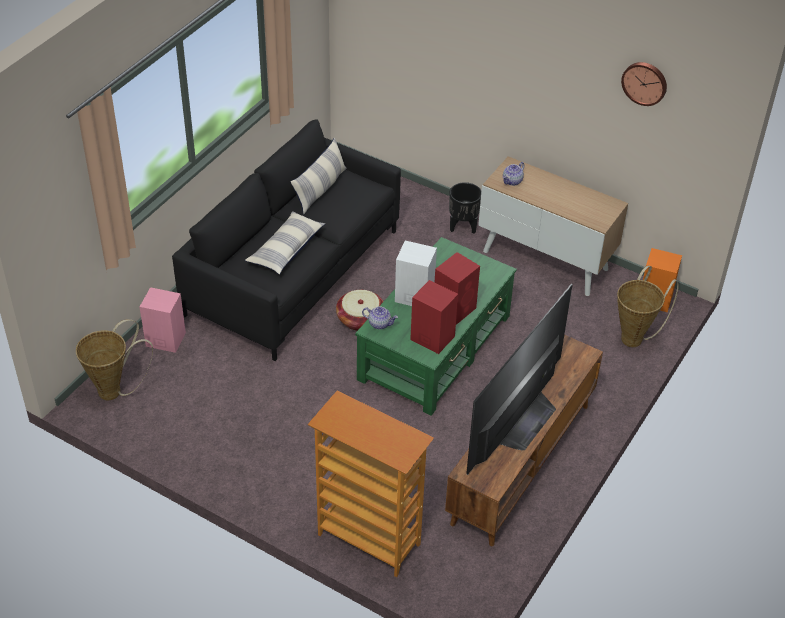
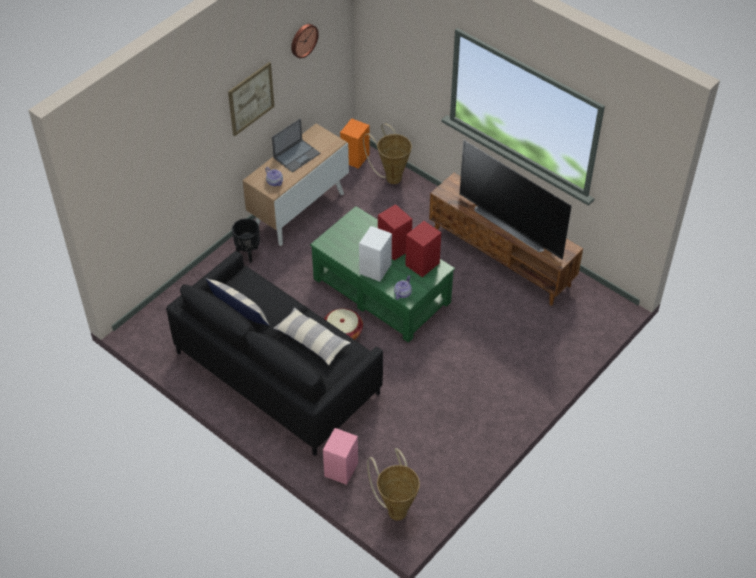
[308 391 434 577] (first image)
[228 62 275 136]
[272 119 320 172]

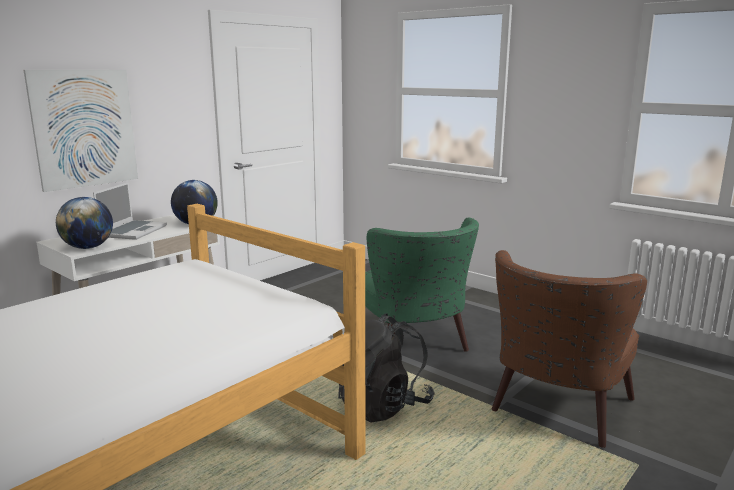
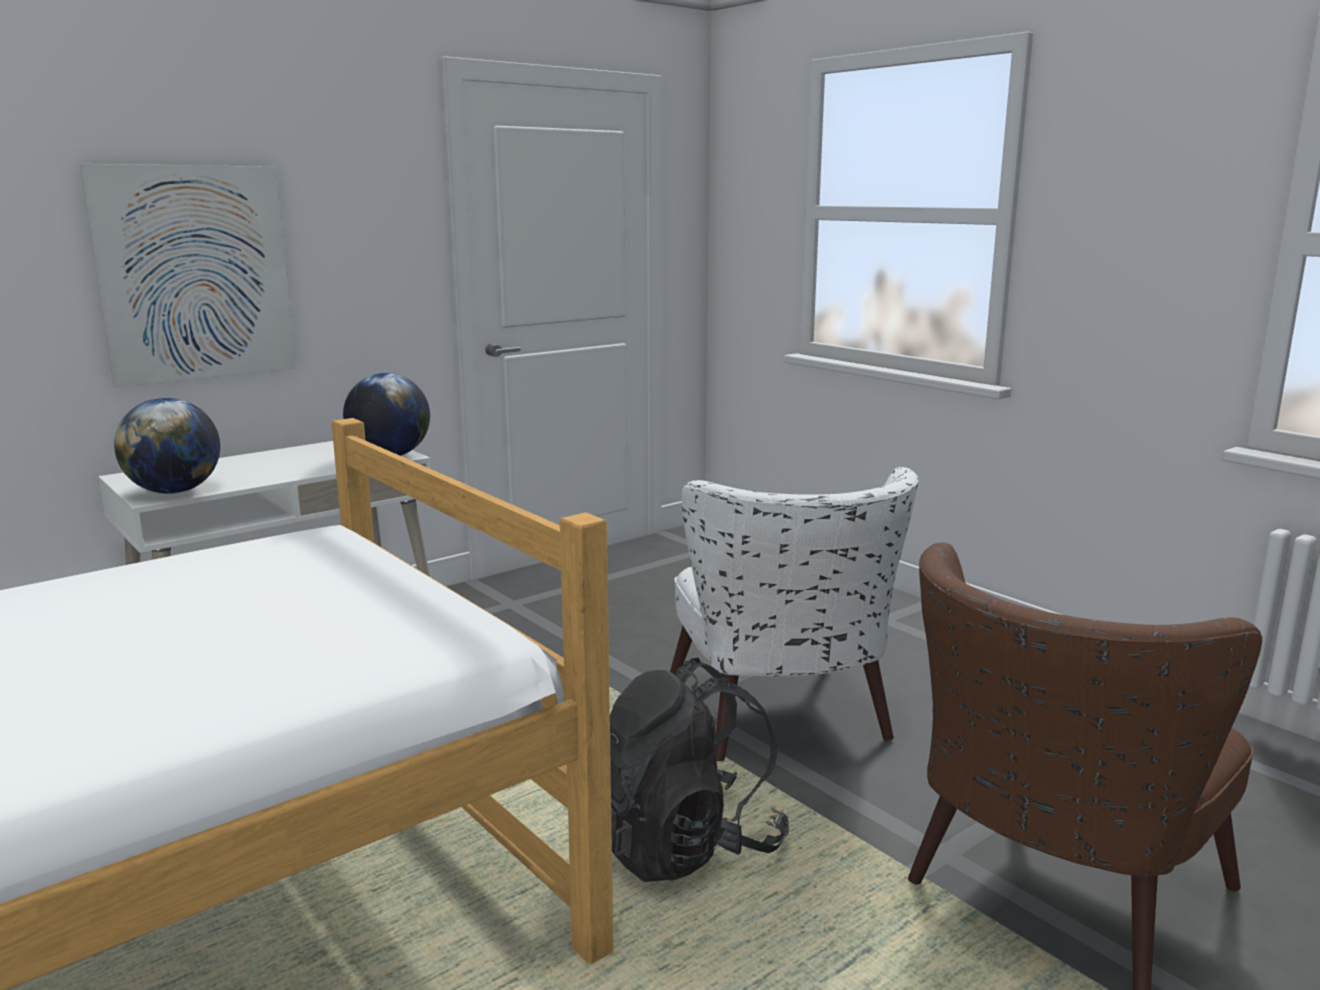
[93 182 167 240] (first image)
[670 467 919 761]

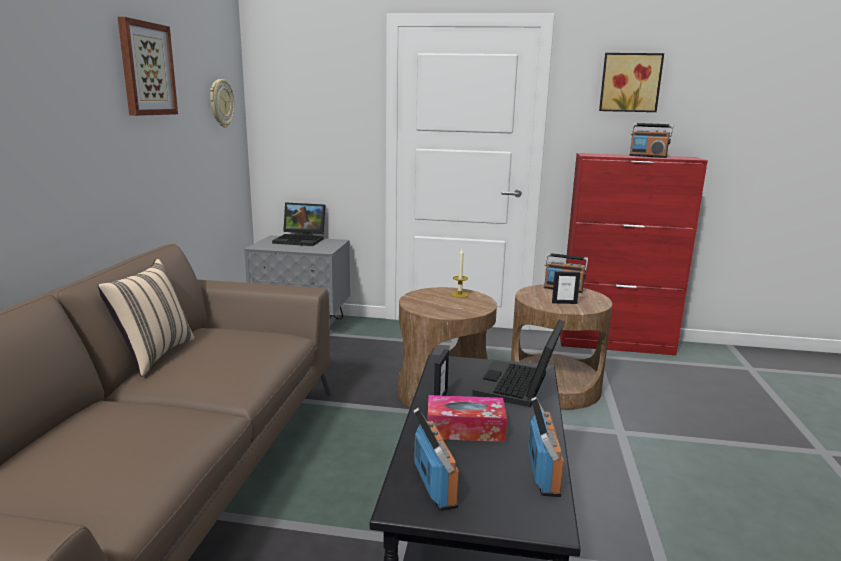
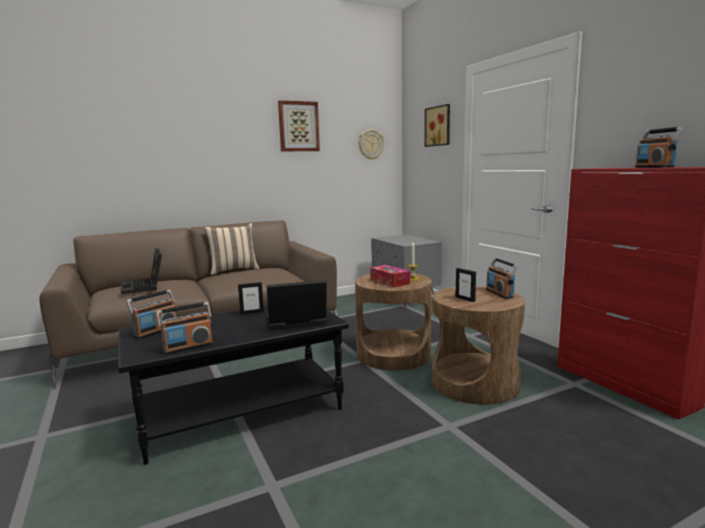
[121 248 162 294]
[370 265 410 287]
[425 104 450 147]

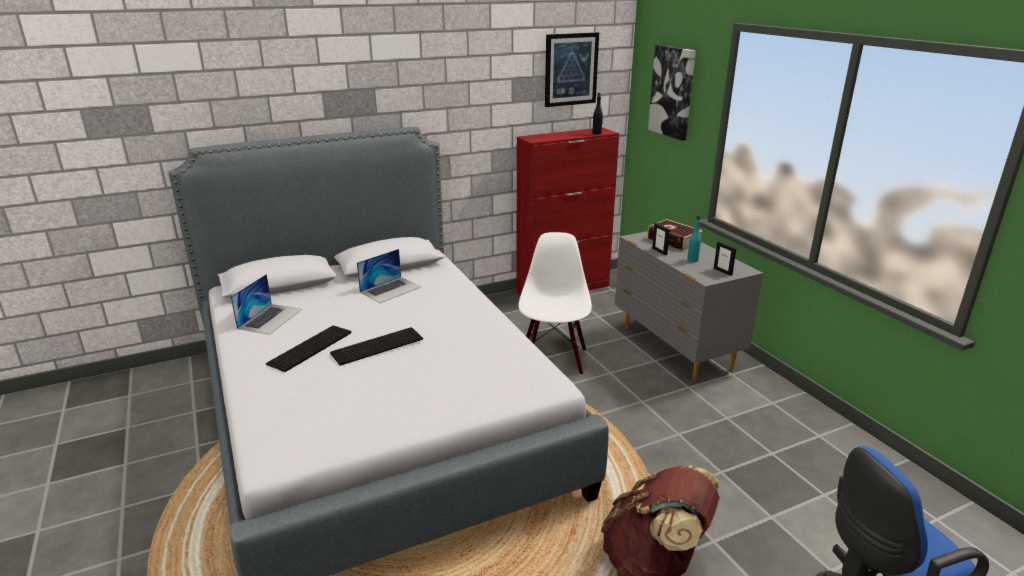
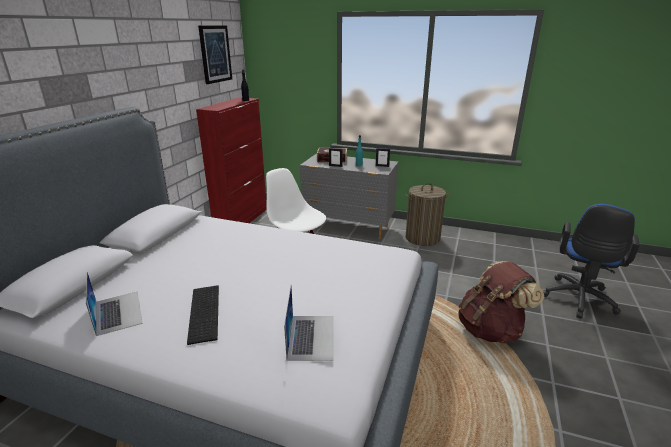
[330 327 423 366] (first image)
[648 45 696 141] (first image)
[405 183 449 246]
[284 286 334 361]

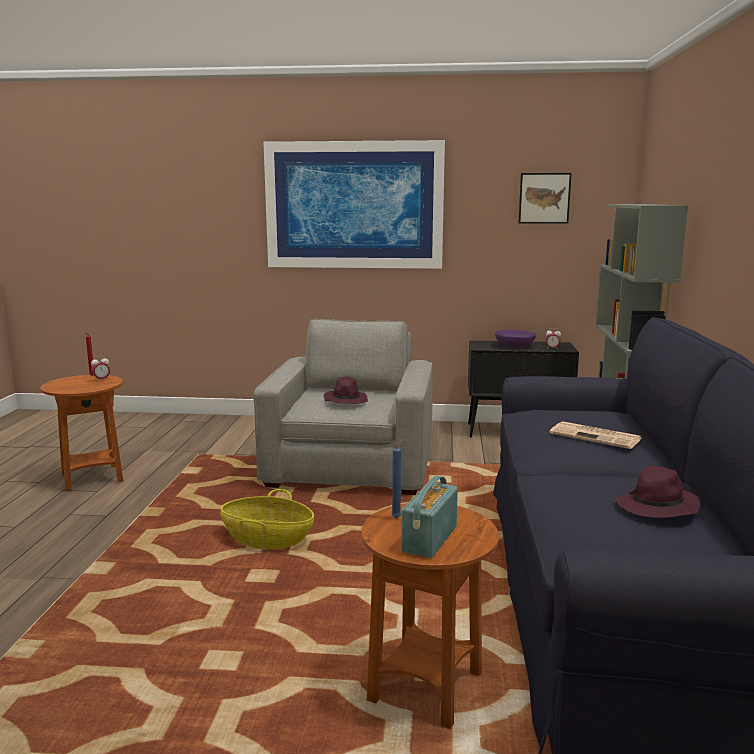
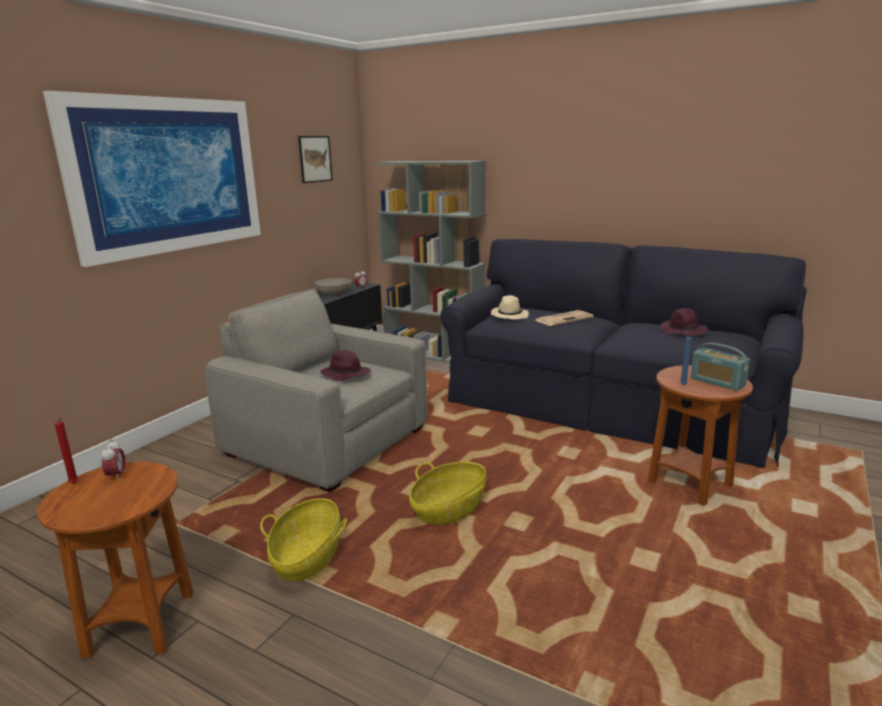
[260 498 347 581]
[491 295 529 319]
[315 278 351 295]

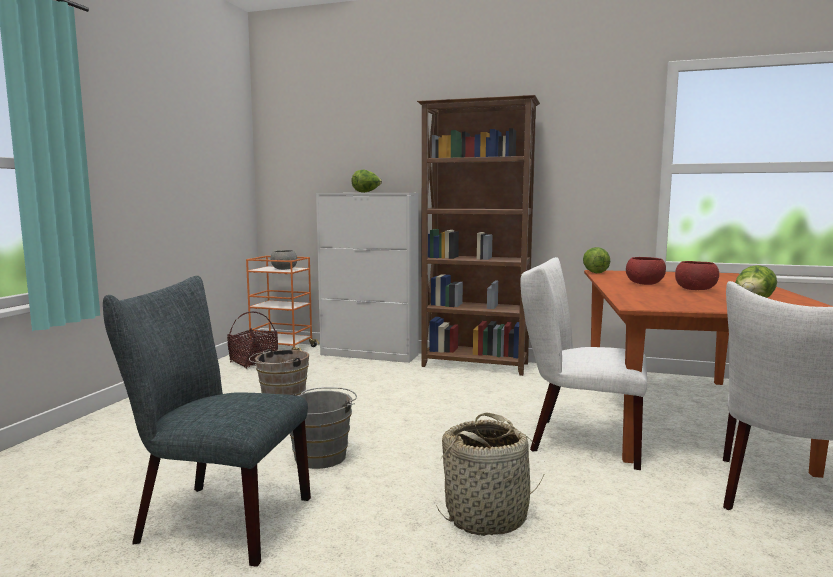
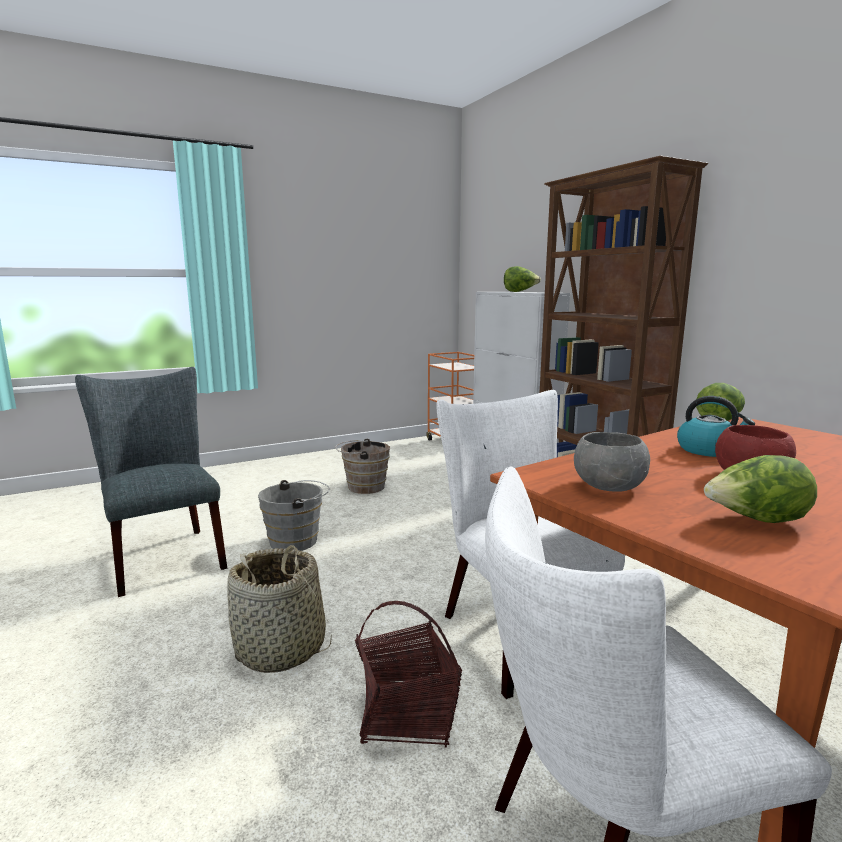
[355 601 462 748]
[574 432 650 492]
[677 396 755 457]

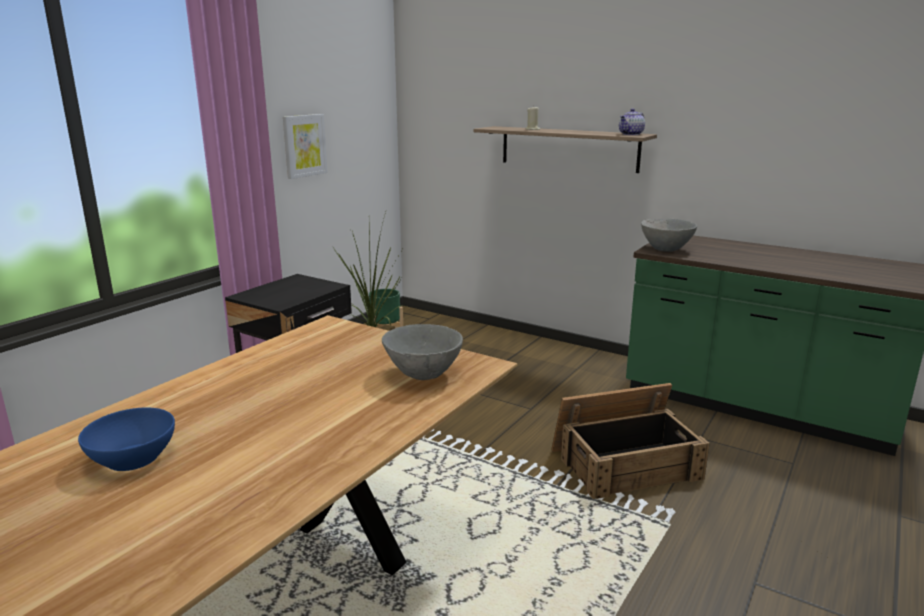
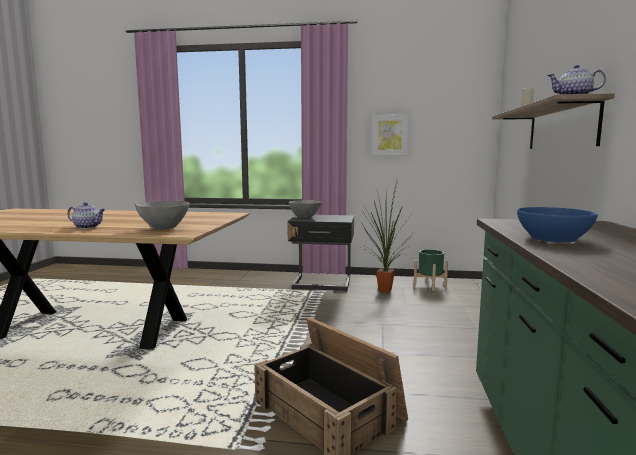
[67 202 105 229]
[517 207 598 242]
[289 200 321 218]

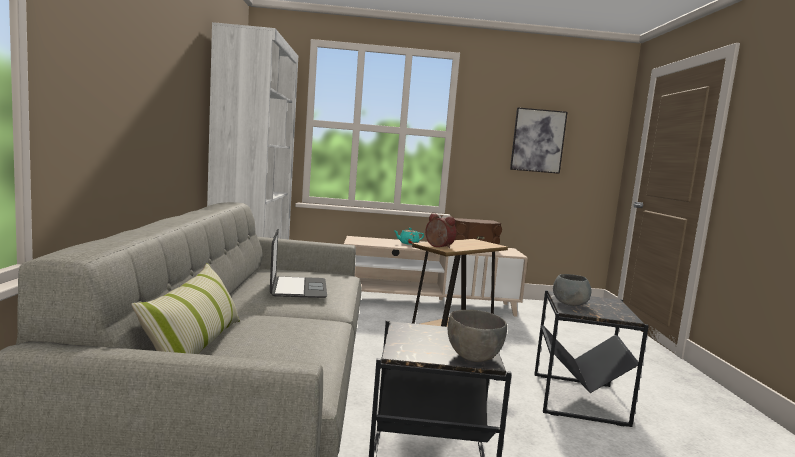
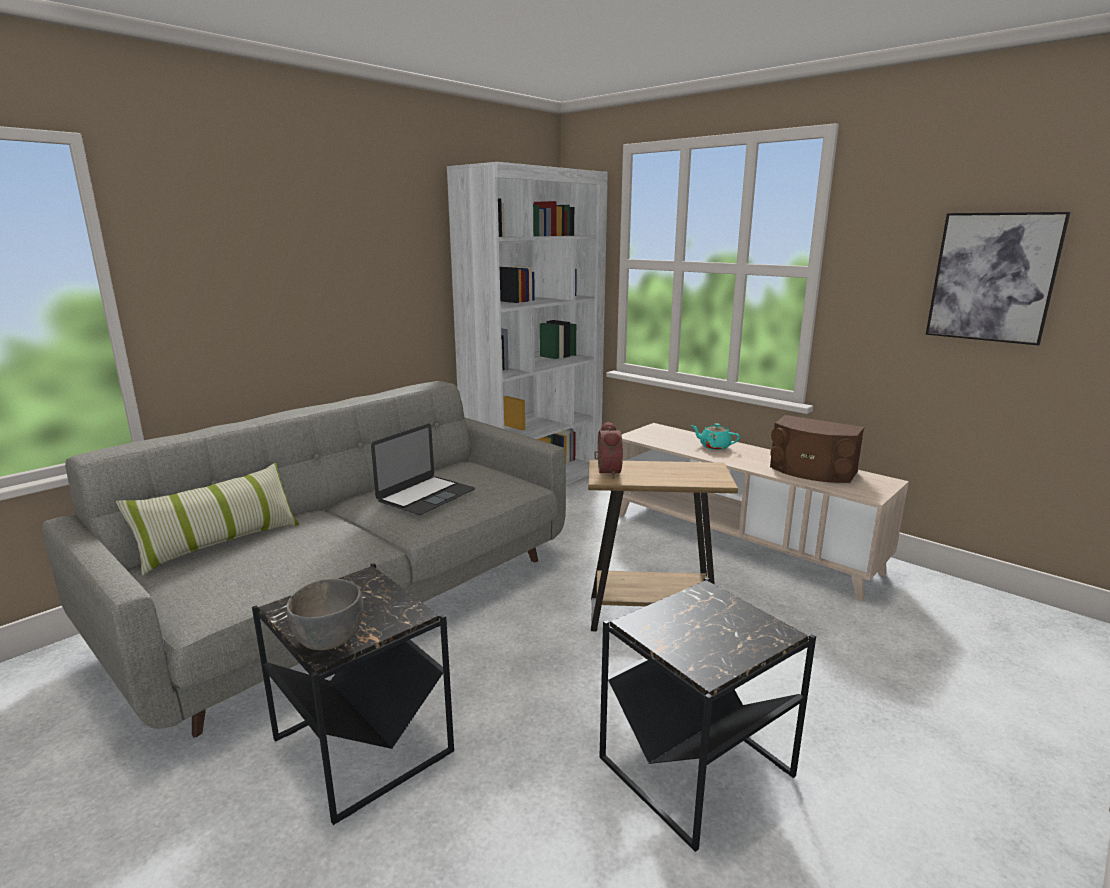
[553 274 591 306] (first image)

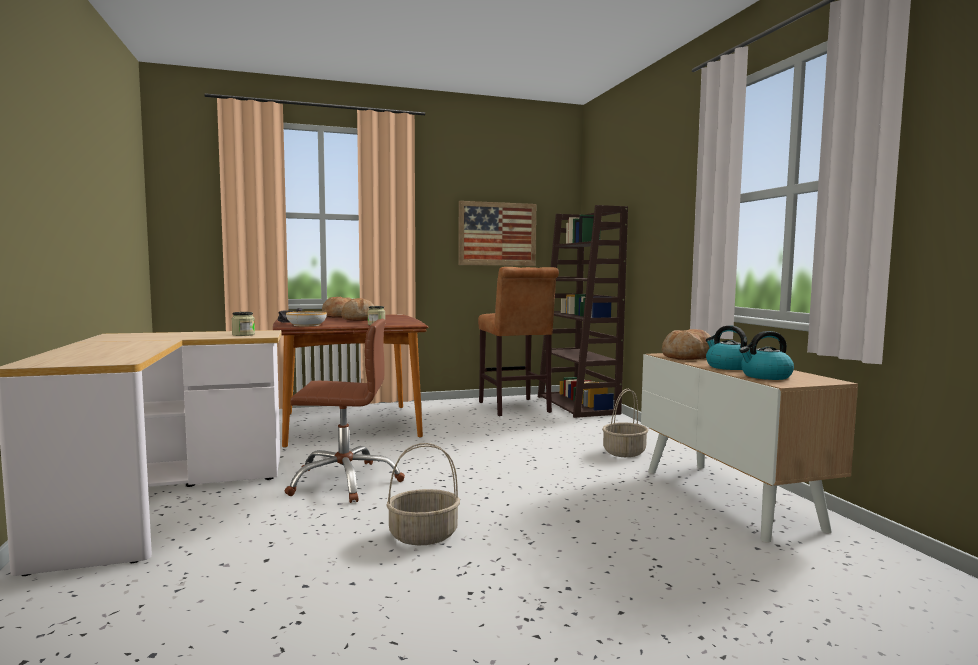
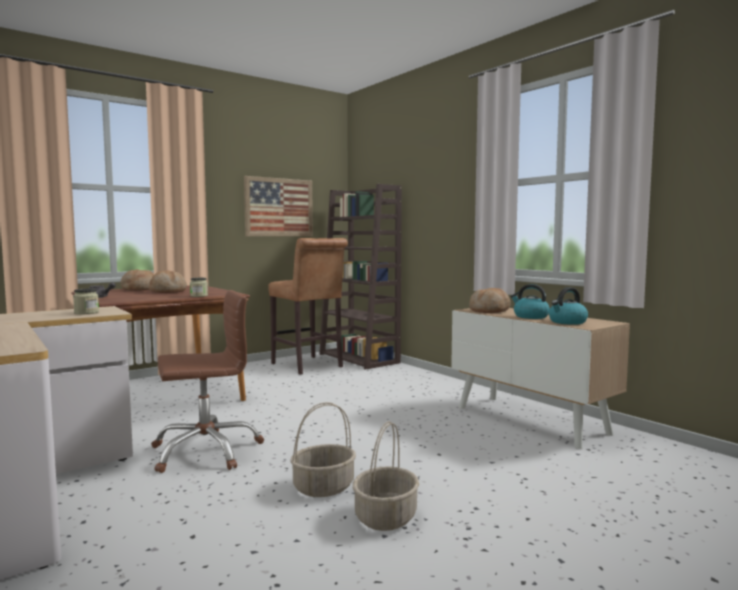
[286 311 327 326] (first image)
[353 421 419 531]

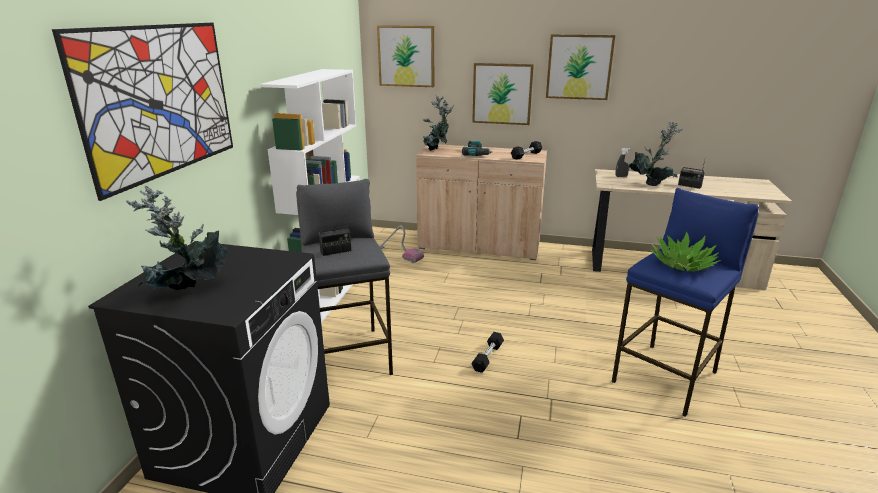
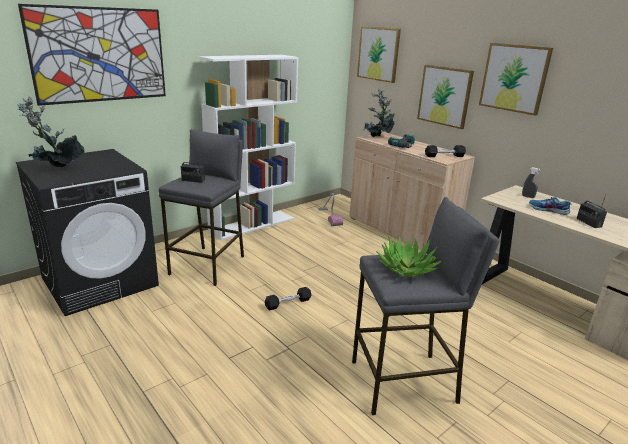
[529 197 571 215]
[352 197 499 415]

